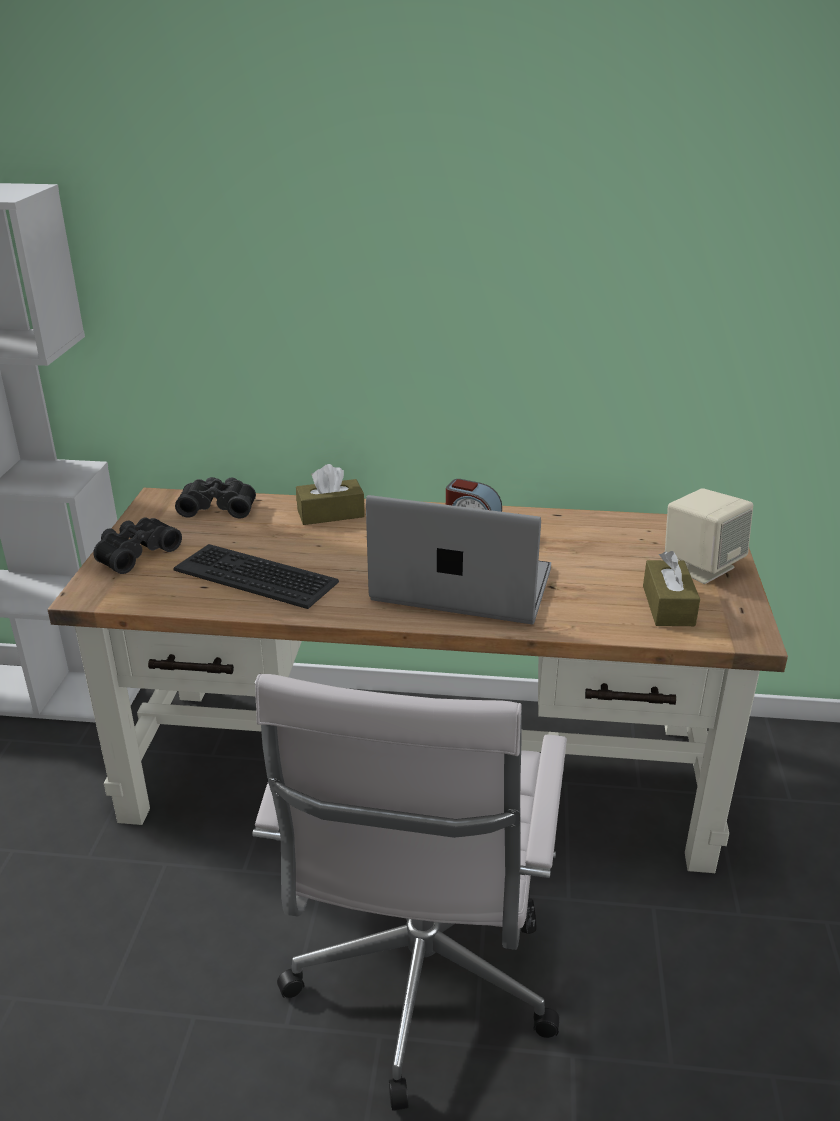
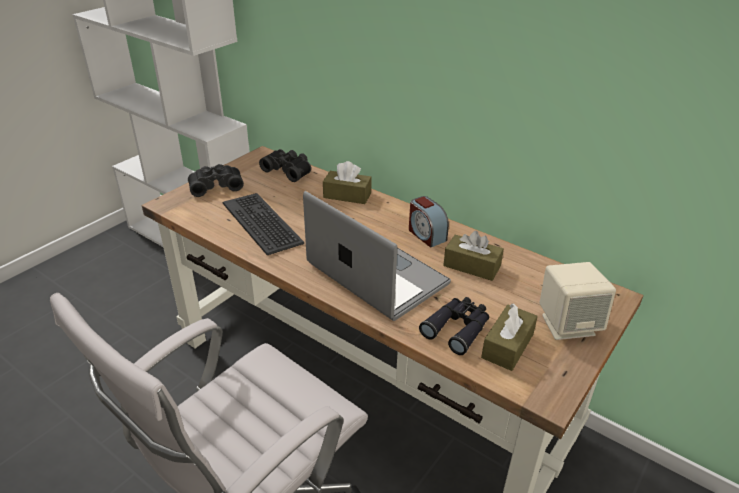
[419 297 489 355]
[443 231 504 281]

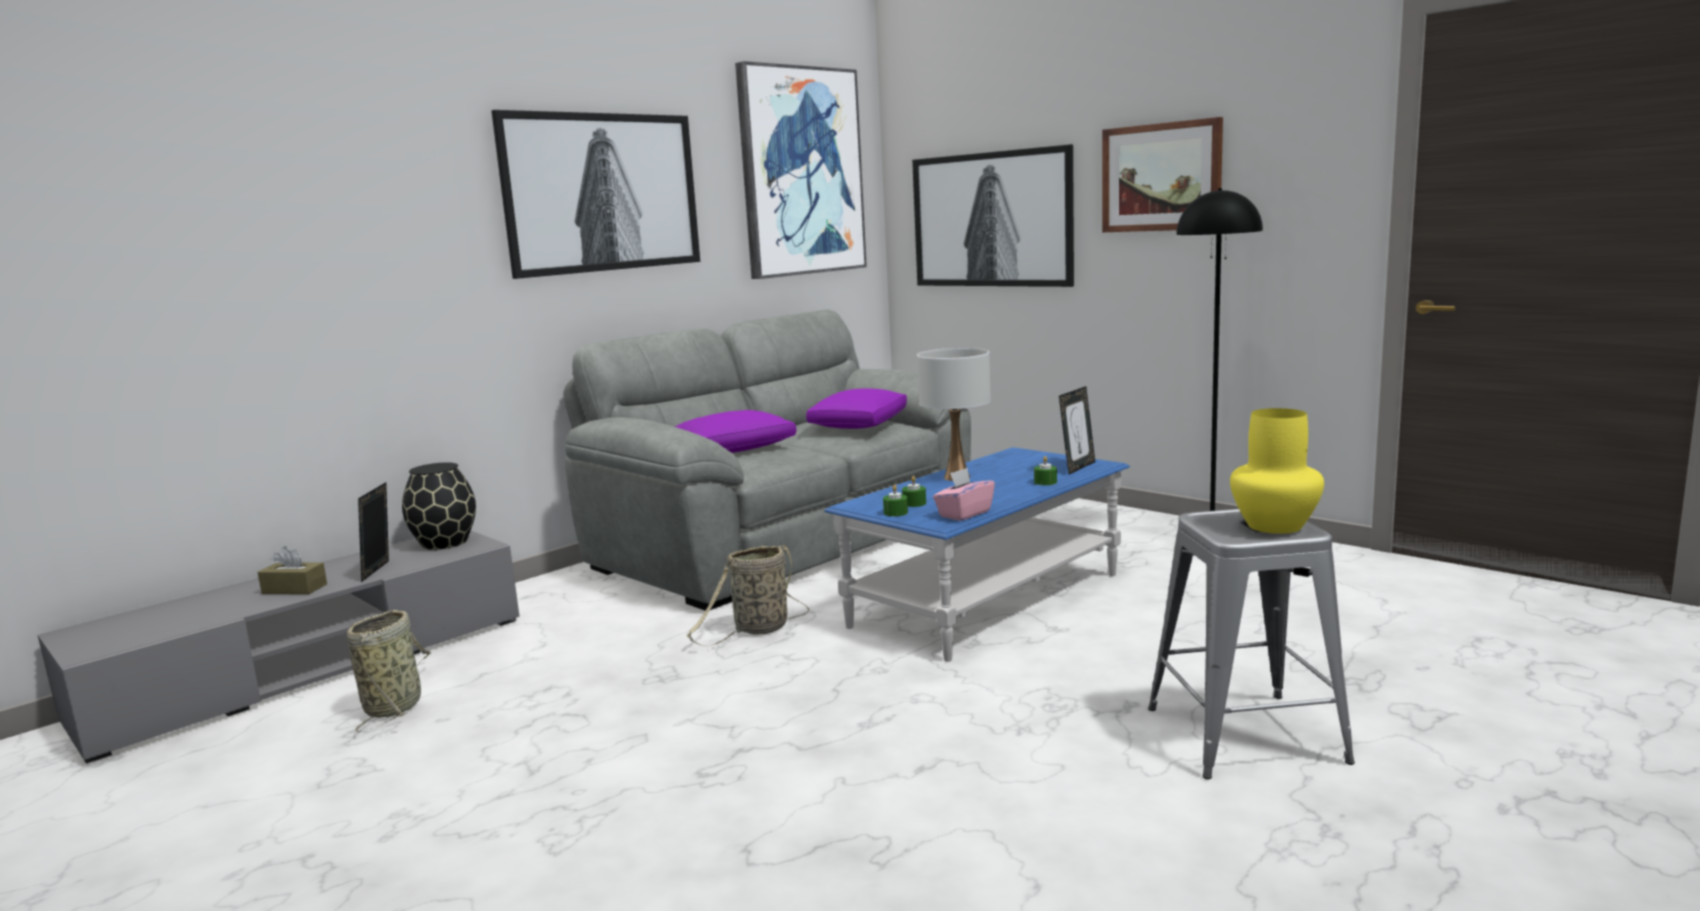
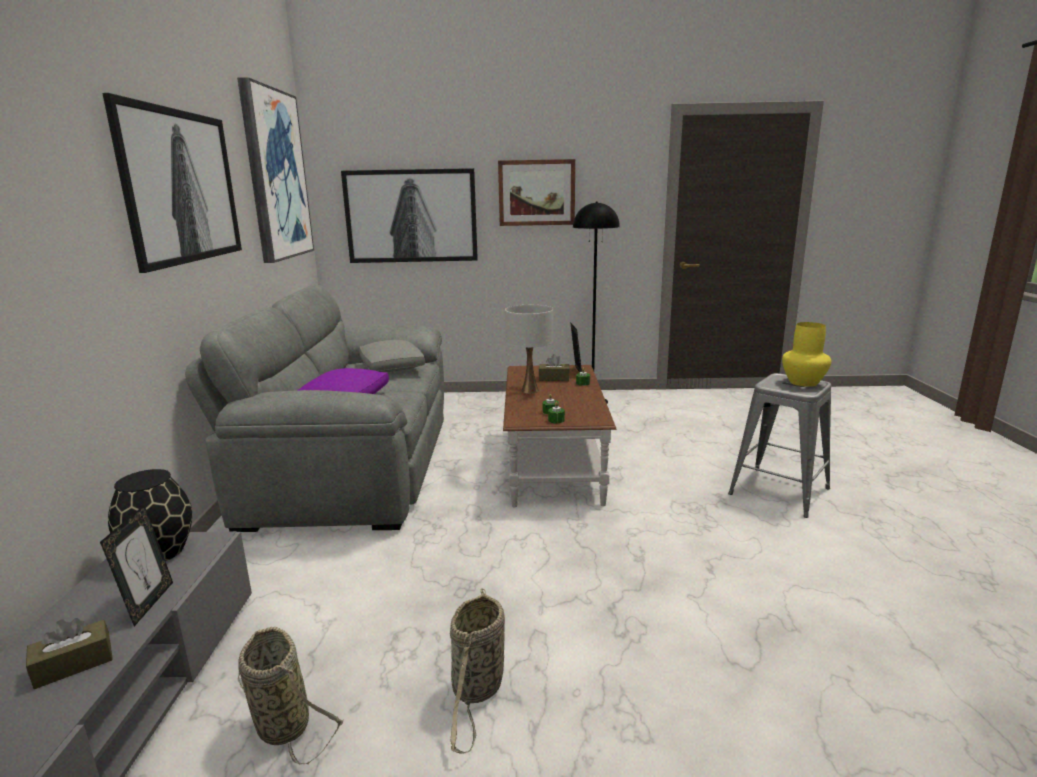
[933 468 995 521] (first image)
[539 354 570 381]
[450 588 505 754]
[359 340 425 372]
[503 365 616 507]
[100 505 173 626]

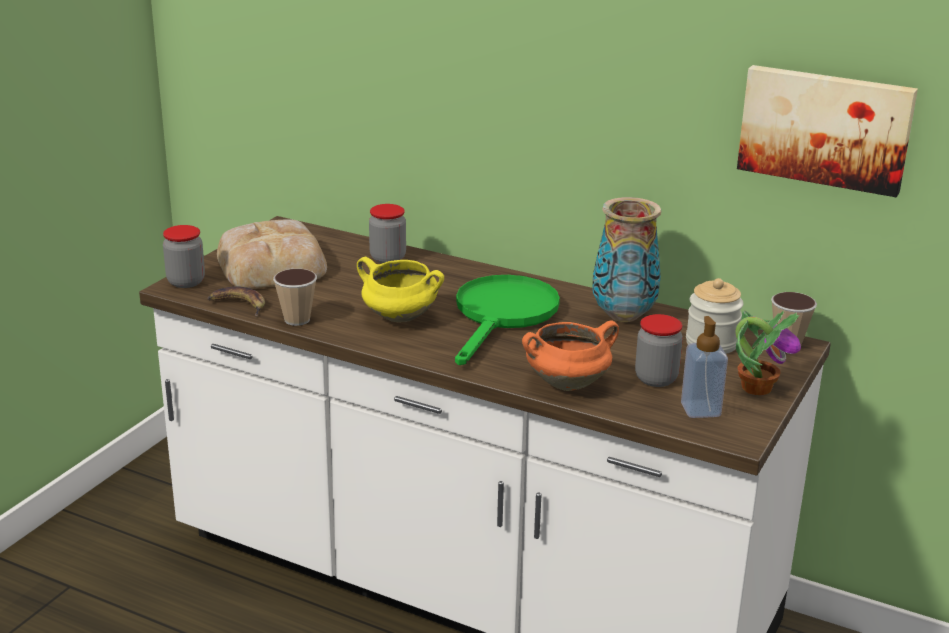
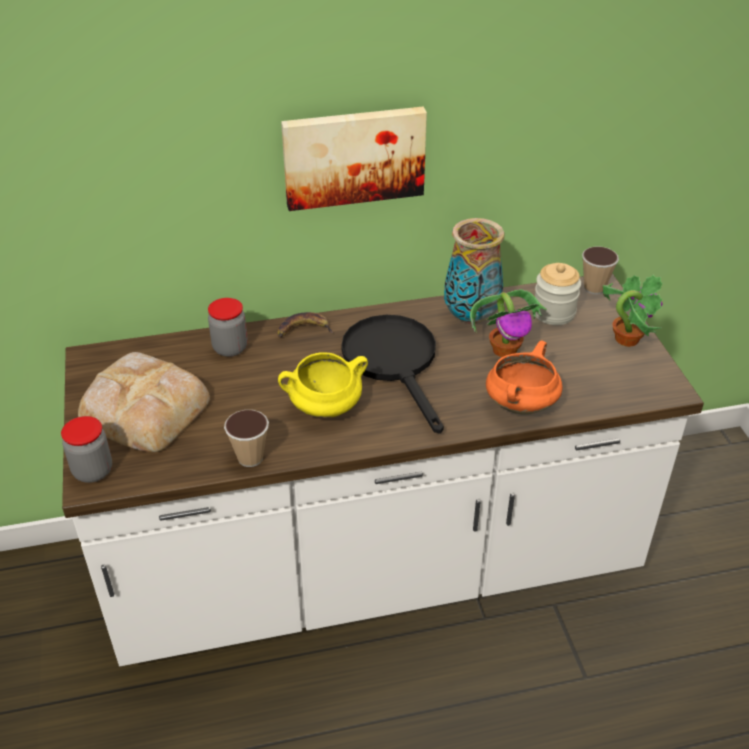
[635 314 683 387] (first image)
[681 316 728 418] (first image)
[470 289 547 357]
[277 312 334 337]
[281 107 427 211]
[341 315 444 434]

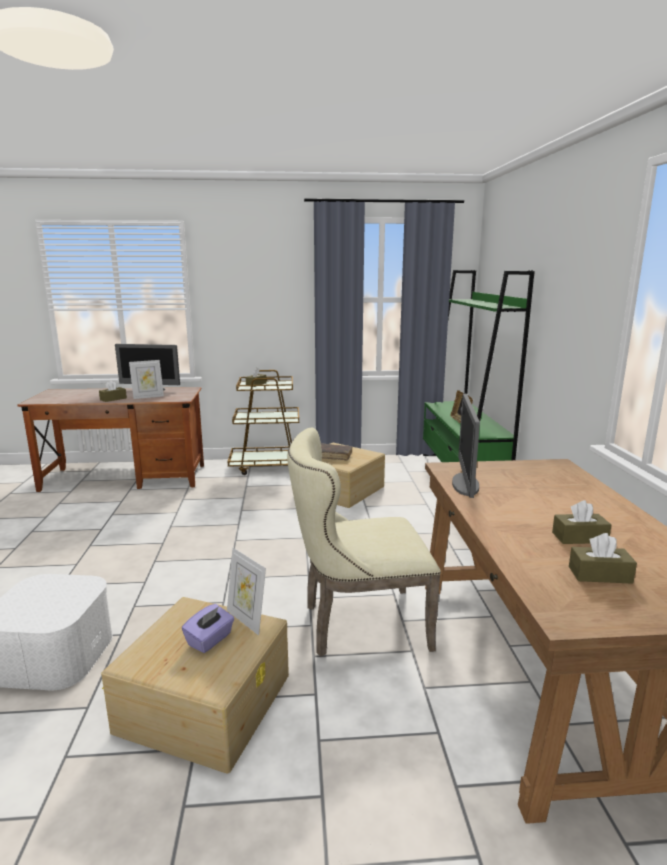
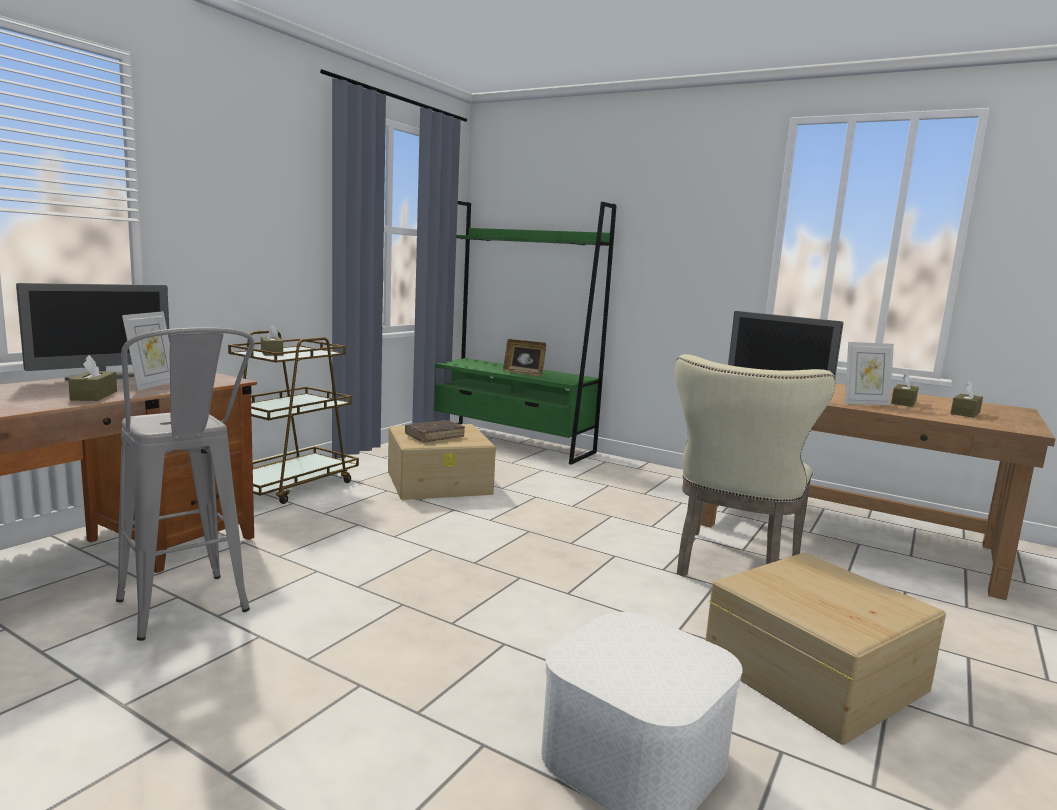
[182 604 234 653] (first image)
[116 327 255 641]
[845 342 894 405]

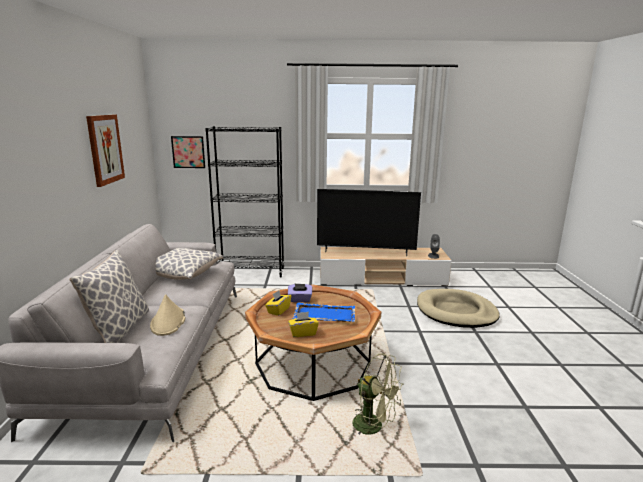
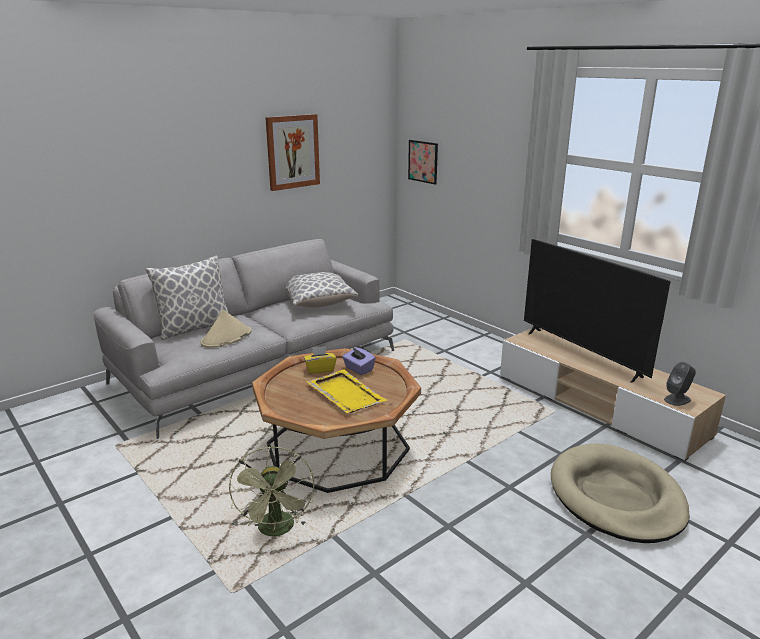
[205 126 284 277] (first image)
[288 312 319 337] (first image)
[306 369 387 413]

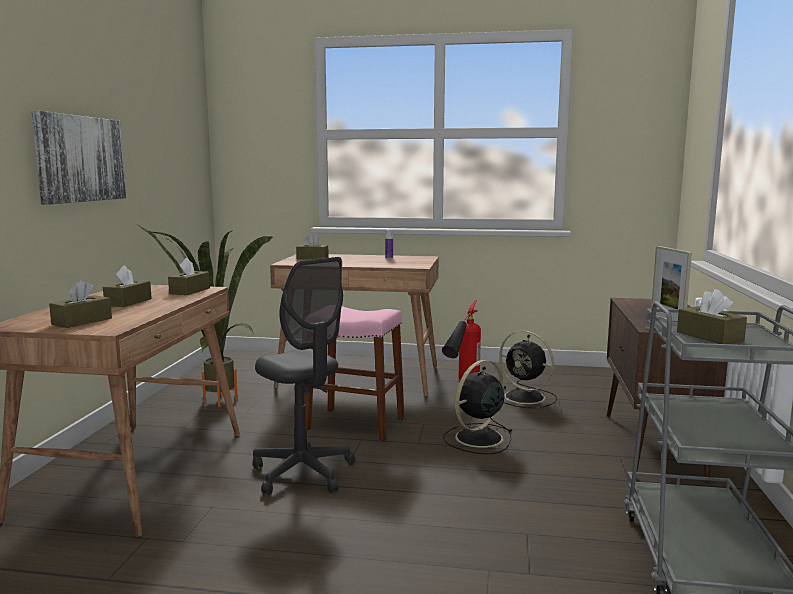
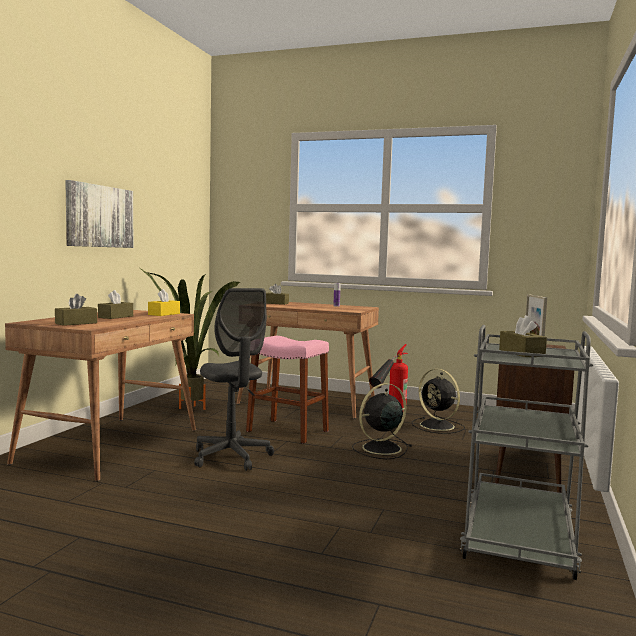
[148 289 180 316]

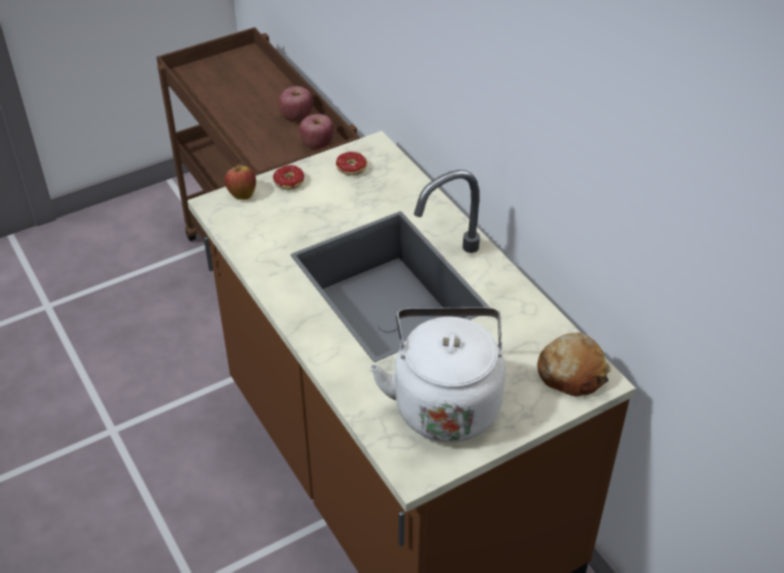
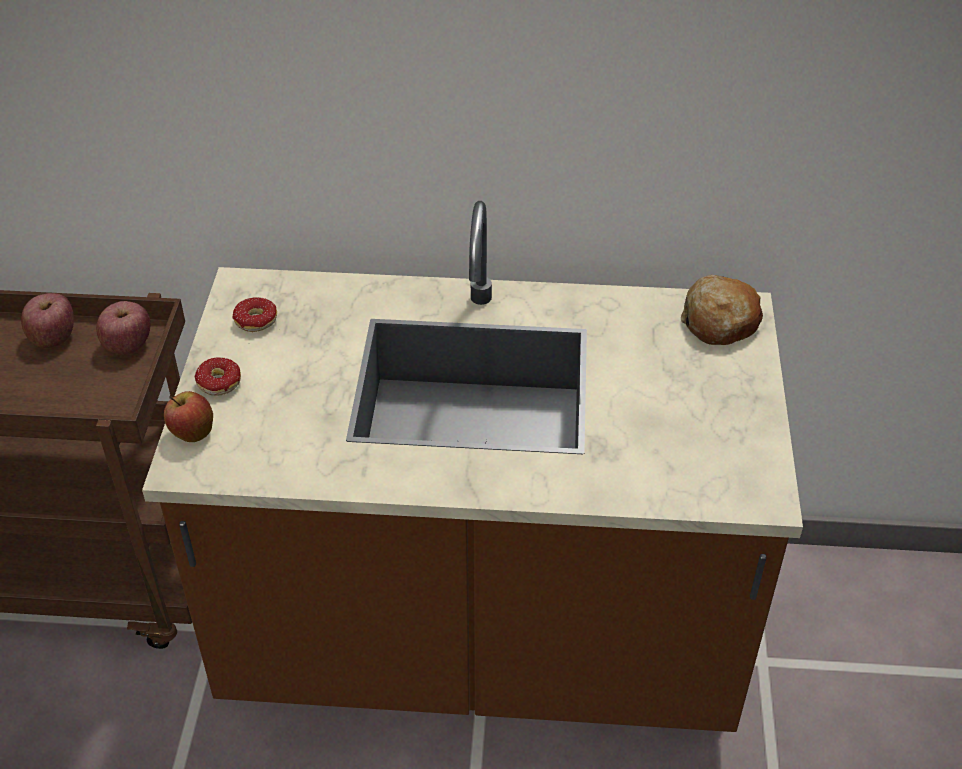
[370 307 506 442] (first image)

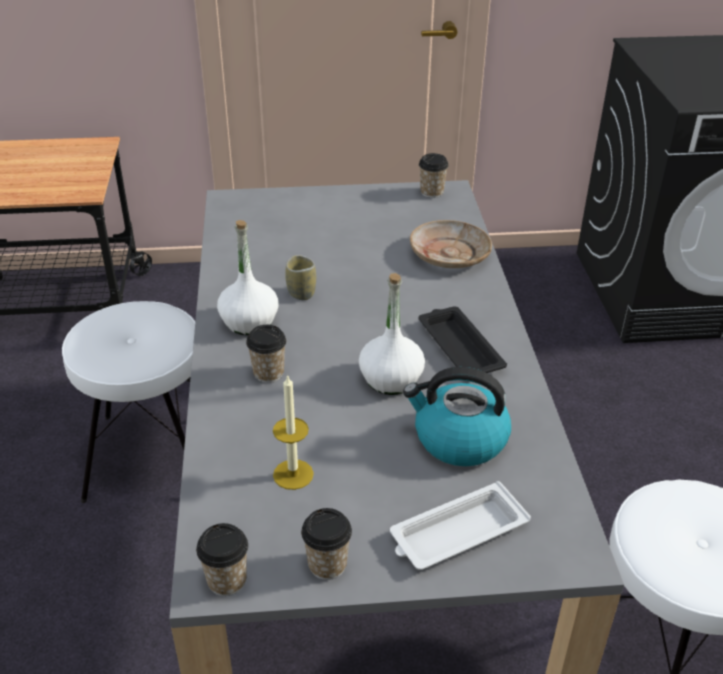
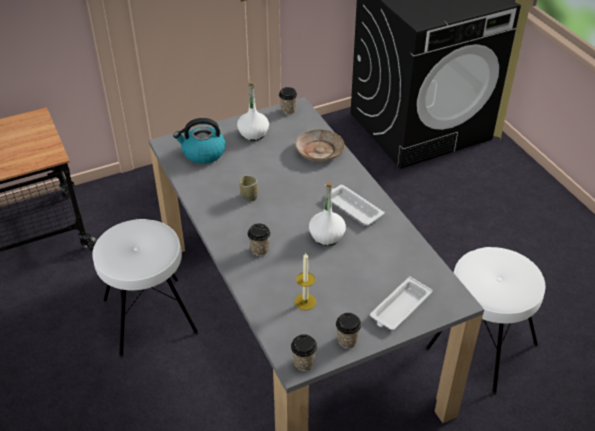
[237 82 269 141]
[173 118 226 164]
[325 185 385 226]

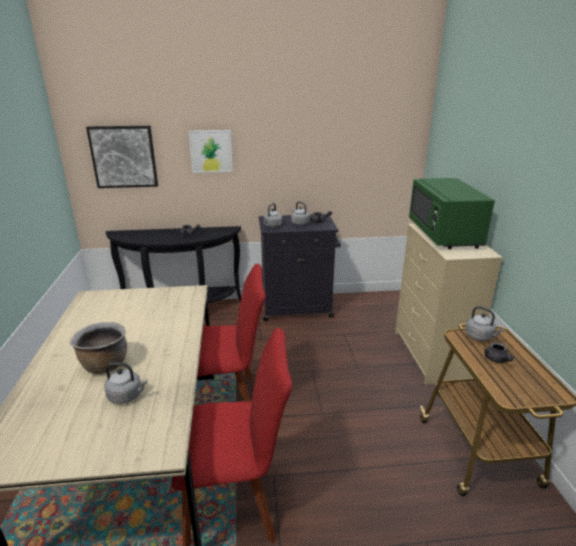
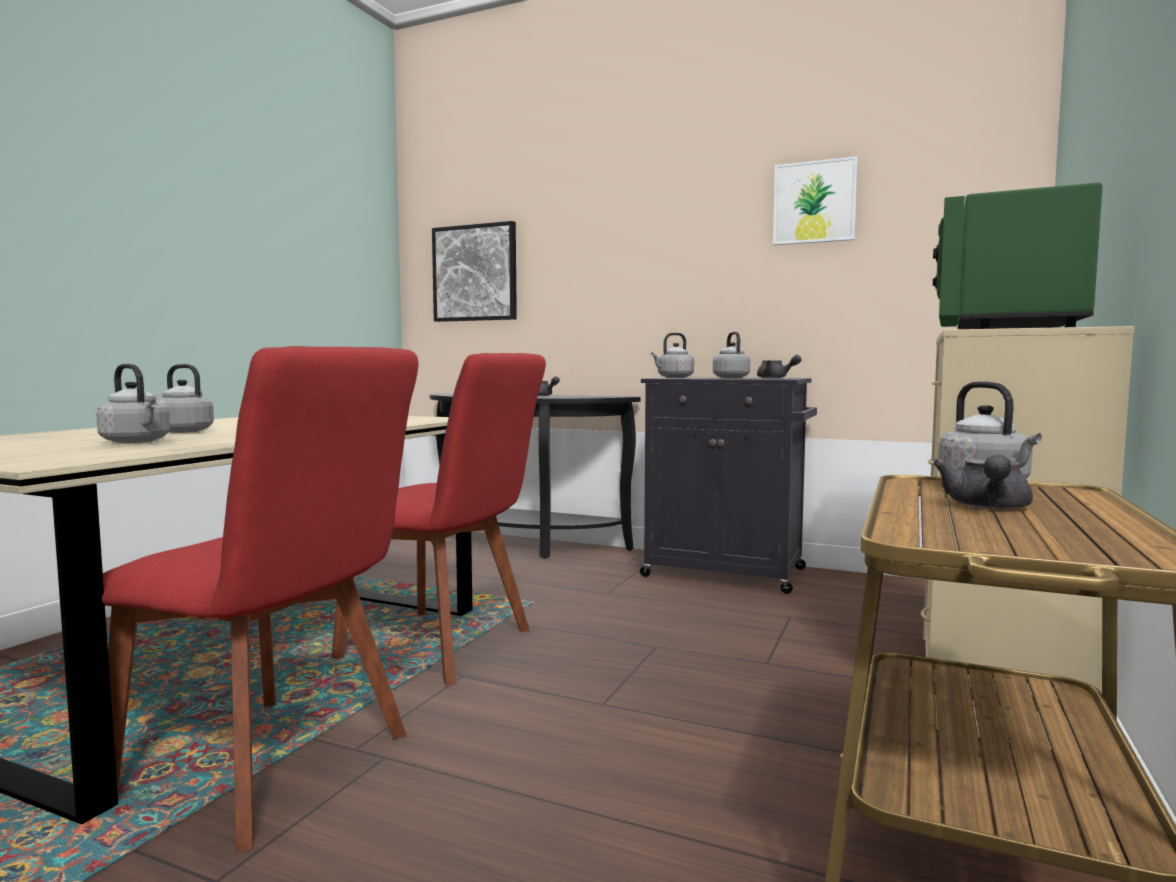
[773 156 858 245]
[154 364 214 433]

